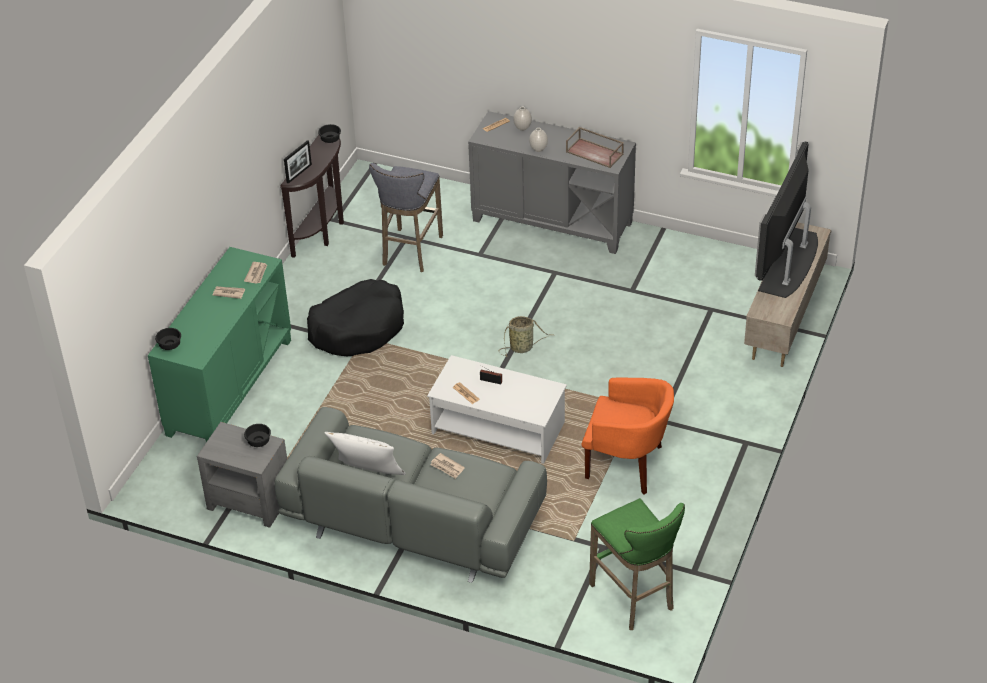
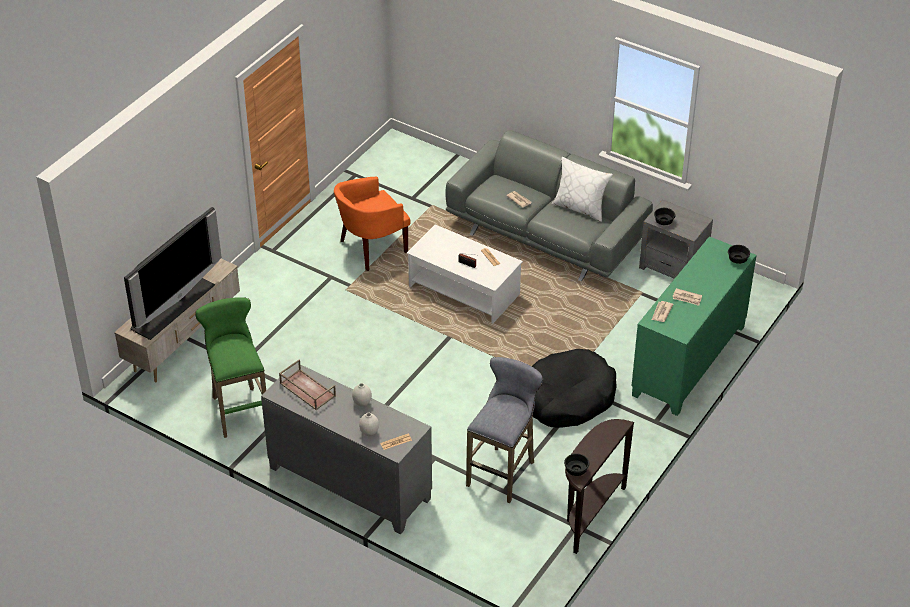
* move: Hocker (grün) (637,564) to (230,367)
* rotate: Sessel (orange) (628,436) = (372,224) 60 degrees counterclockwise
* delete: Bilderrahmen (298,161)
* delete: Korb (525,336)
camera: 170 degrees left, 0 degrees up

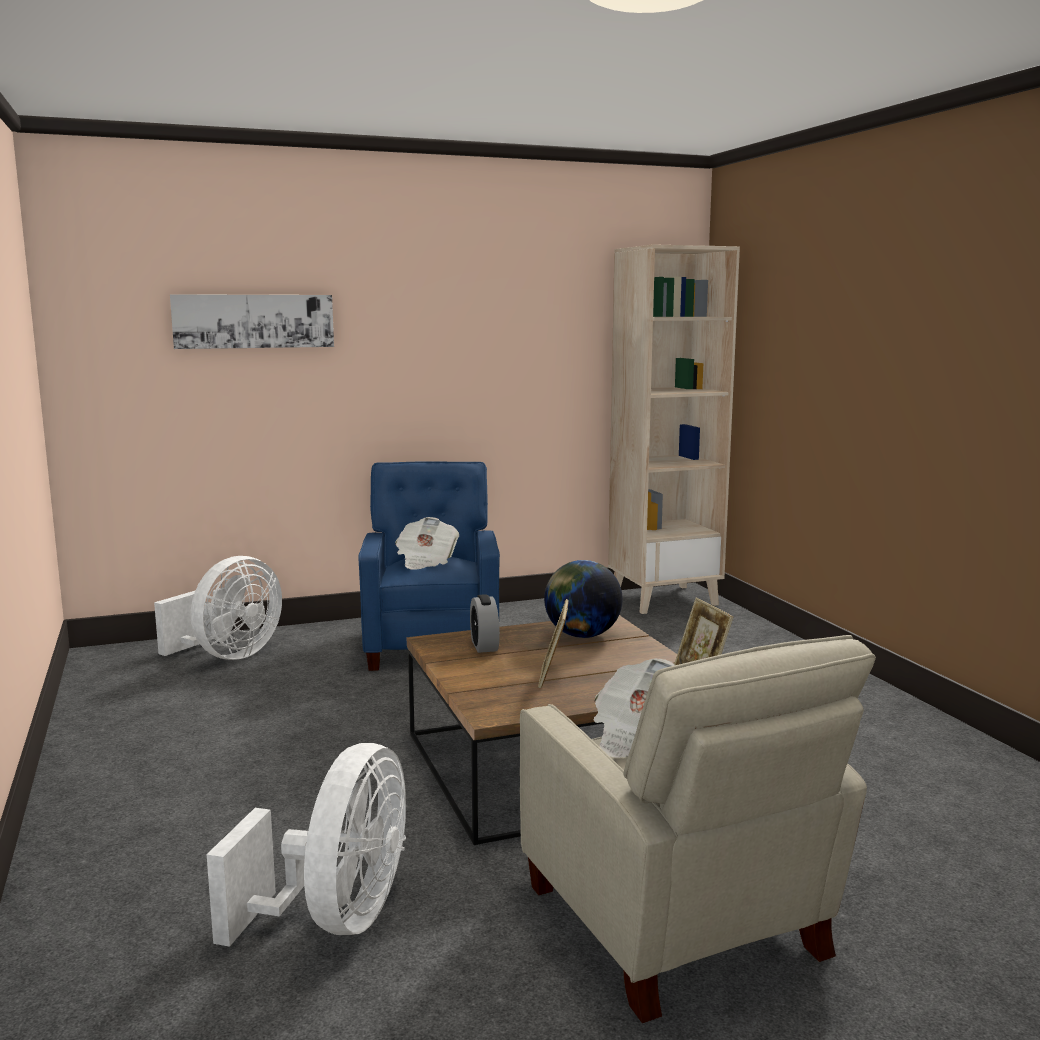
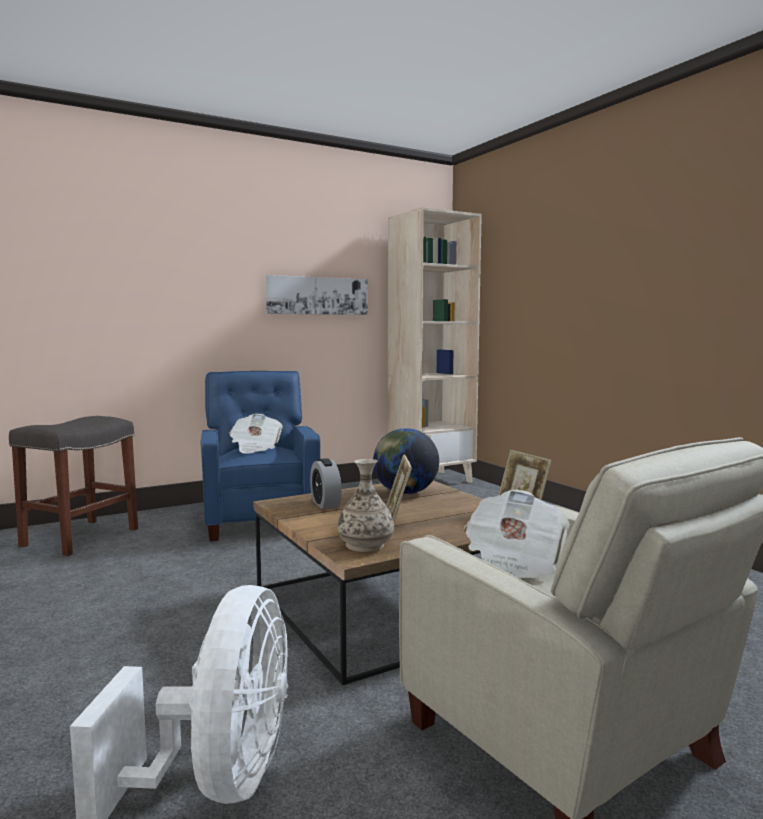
* replace: Ventilator (weiß) (218,608) to Hocker (grau) (73,486)
* move: Bild (252,321) to (316,295)
* insert: Vase (366,505)
camera: 10 degrees left, 5 degrees down

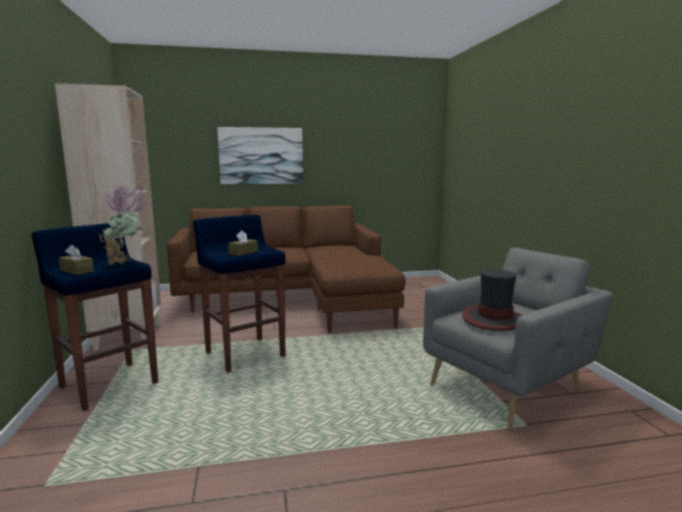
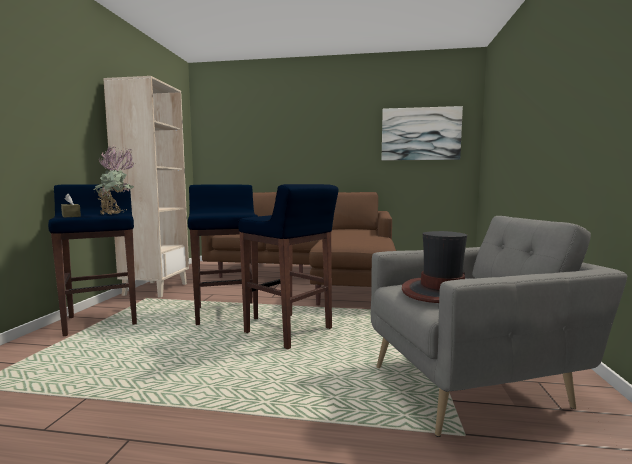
* insert: Hocker (blau) (288,266)
* move: Bild (260,155) to (422,133)
* delete: Taschentuchbox (braun) (243,243)
camera: 20 degrees right, 5 degrees down

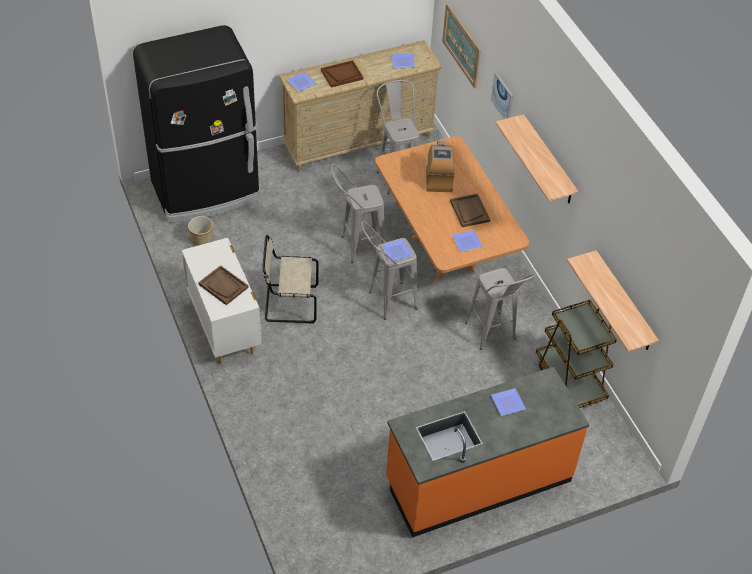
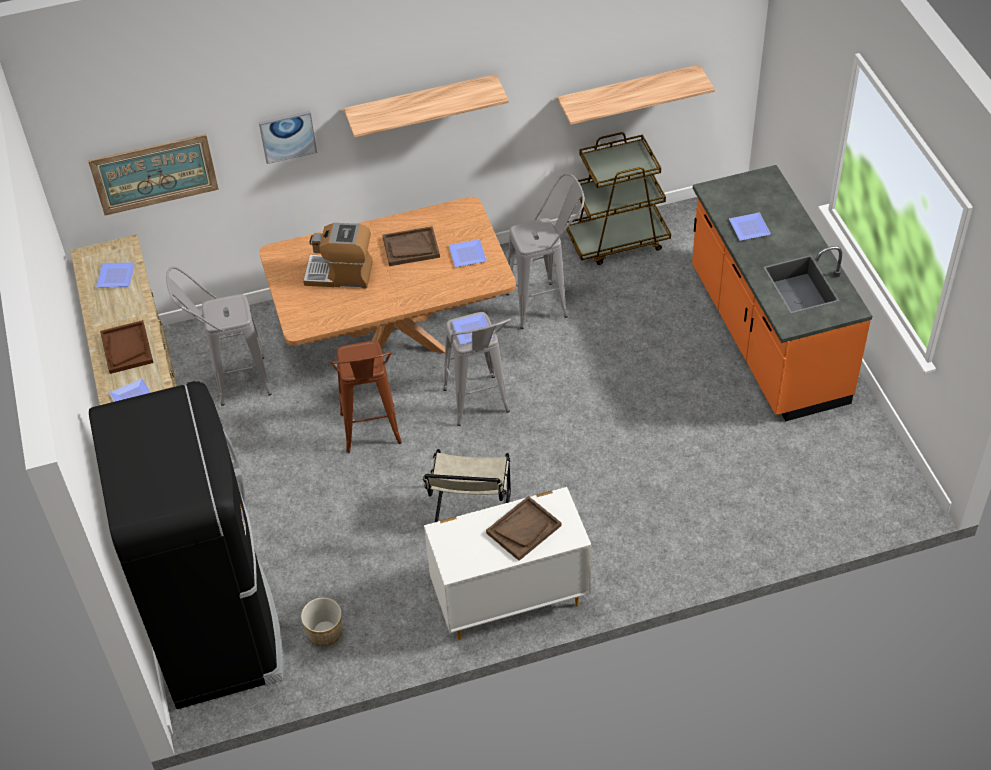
* recolor: Hocker (grau) (358,213) to Hocker (braun) (366,397)
camera: 80 degrees left, 0 degrees up

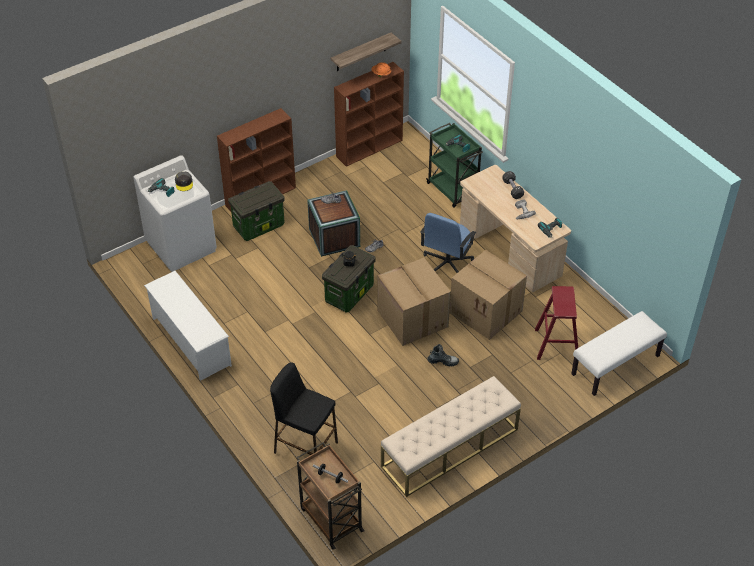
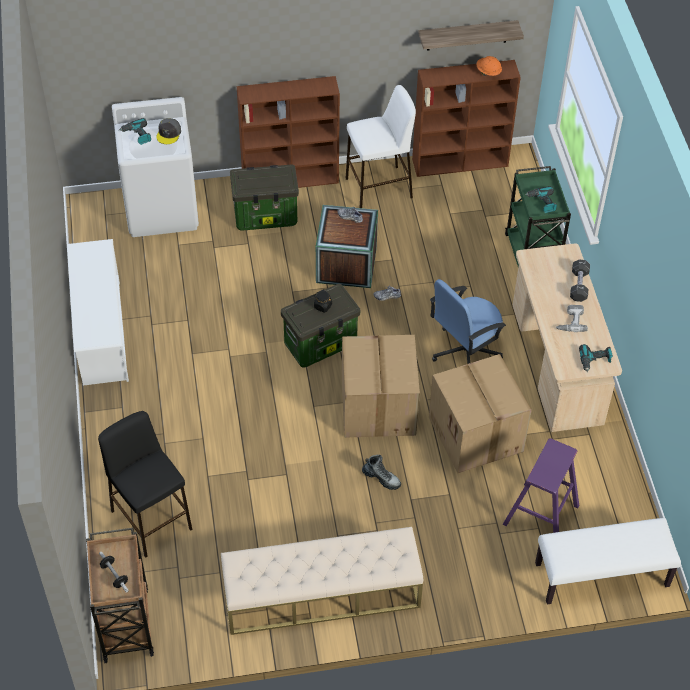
* insert: Hocker (weiß) (381,146)
* recolor: Hocker (rot) (556,323) to Hocker (lila) (541,485)
camera: 25 degrees right, 5 degrees up

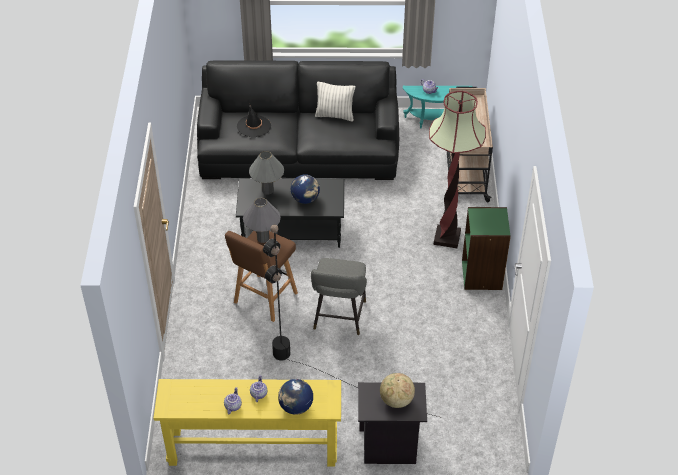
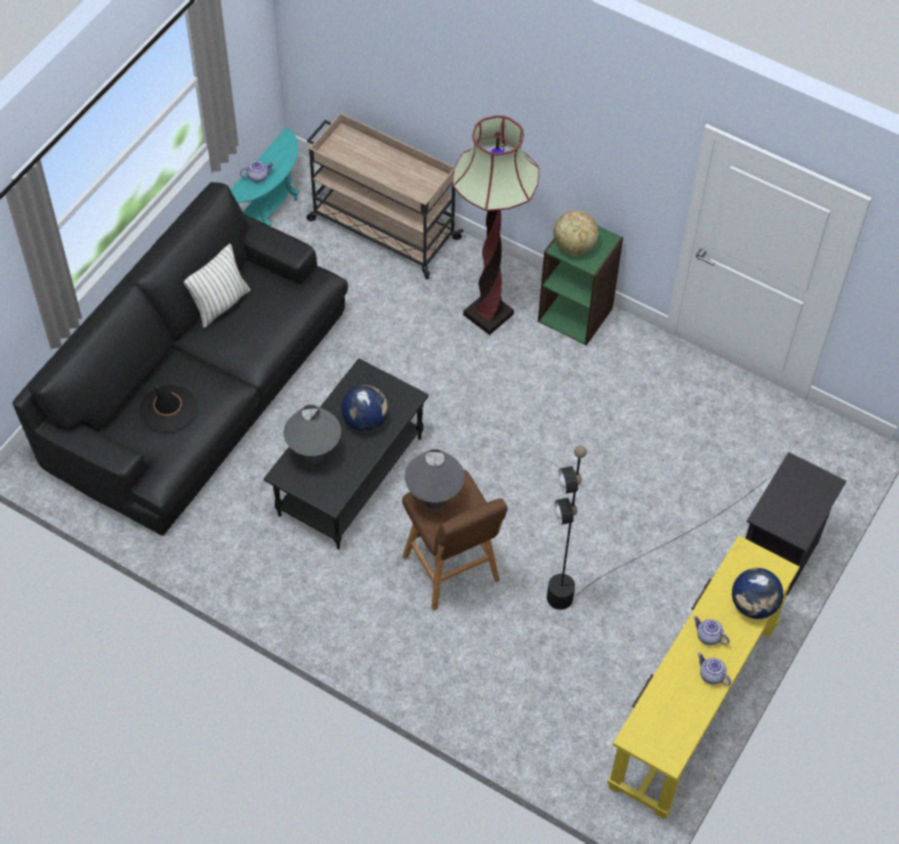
* move: Globus (397,390) to (576,232)
* delete: Hocker (grau) (339,296)
camera: 60 degrees left, 10 degrees up

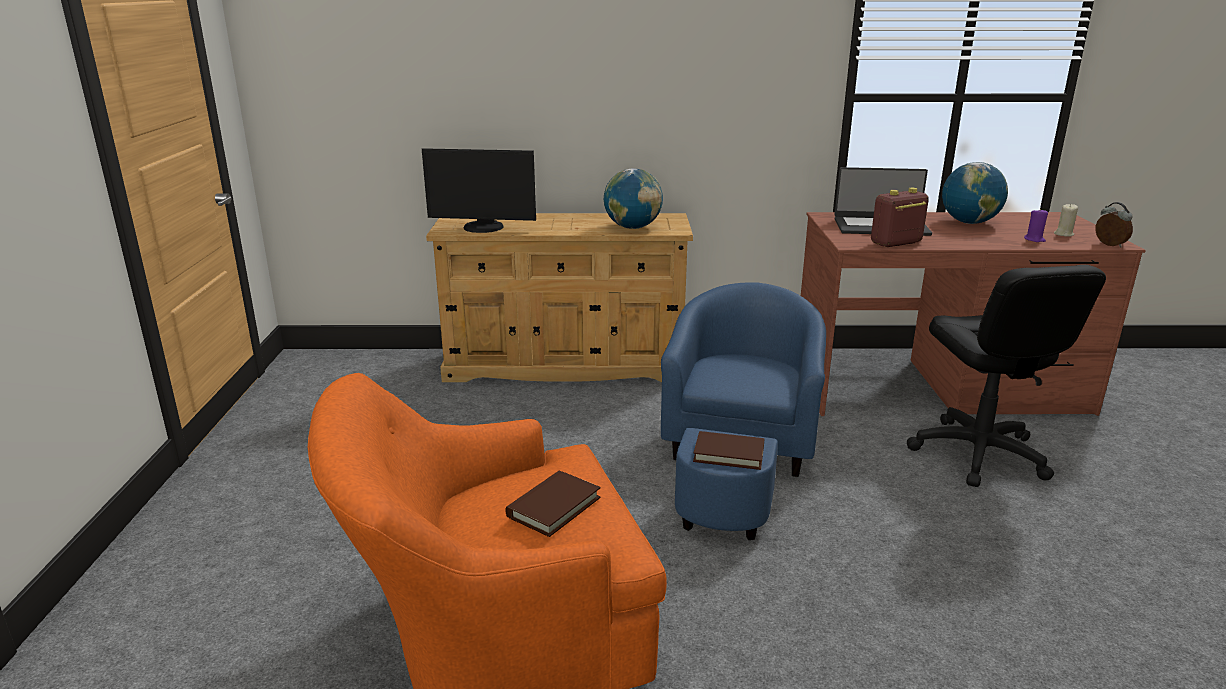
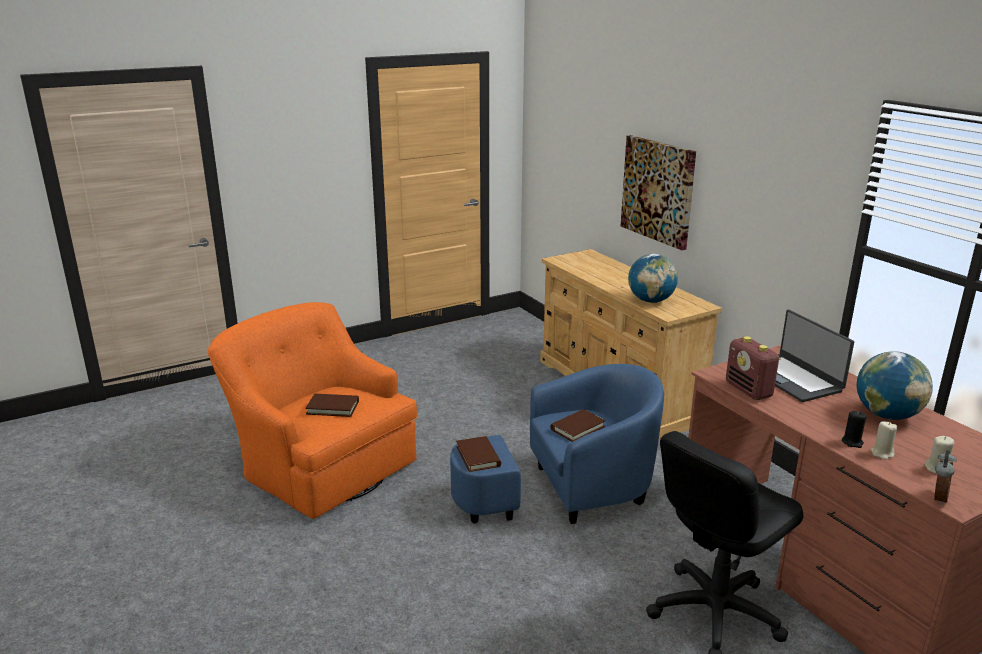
* insert: Buch (braun) (578,425)
* insert: Bild (658,192)
* rotate: Radio (900,217) = (753,368) 150 degrees counterclockwise
* insert: Kerze (schwarz) (854,429)
* recolor: Kerze (lila) (1036,225) to Kerze (beige) (884,440)
* delete: Monitor (479,190)
camera: 60 degrees right, 0 degrees up

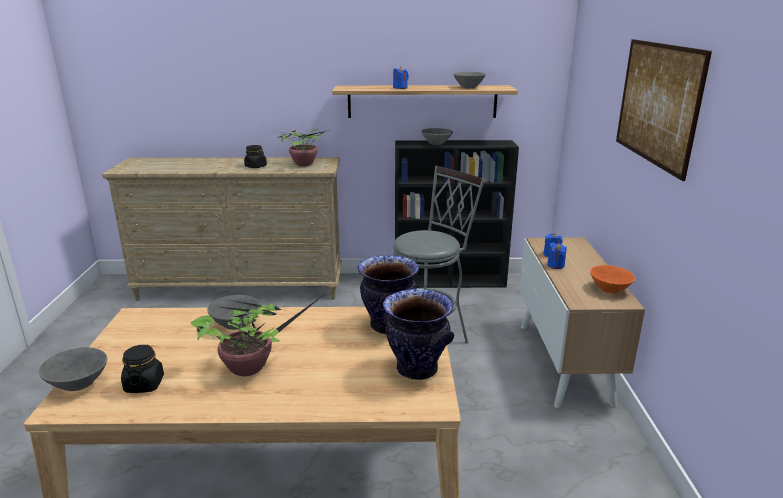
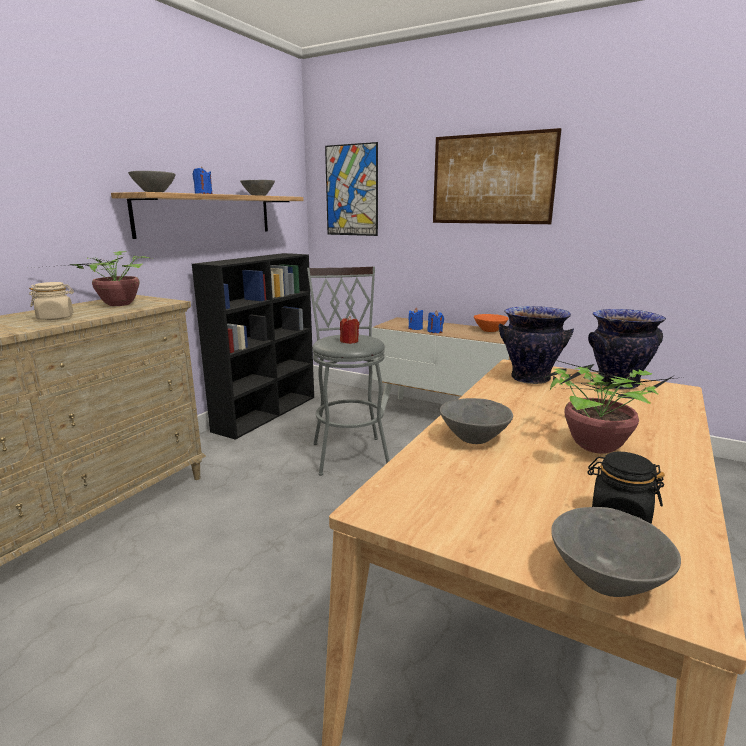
* recolor: Vorratsglas (schwarz) (255,156) to Vorratsglas (beige) (51,301)
* move: Schüssel (grau) (437,136) to (152,181)
* insert: Bild (351,189)
* insert: Kerze (rot) (349,330)
camera: 60 degrees left, 5 degrees down

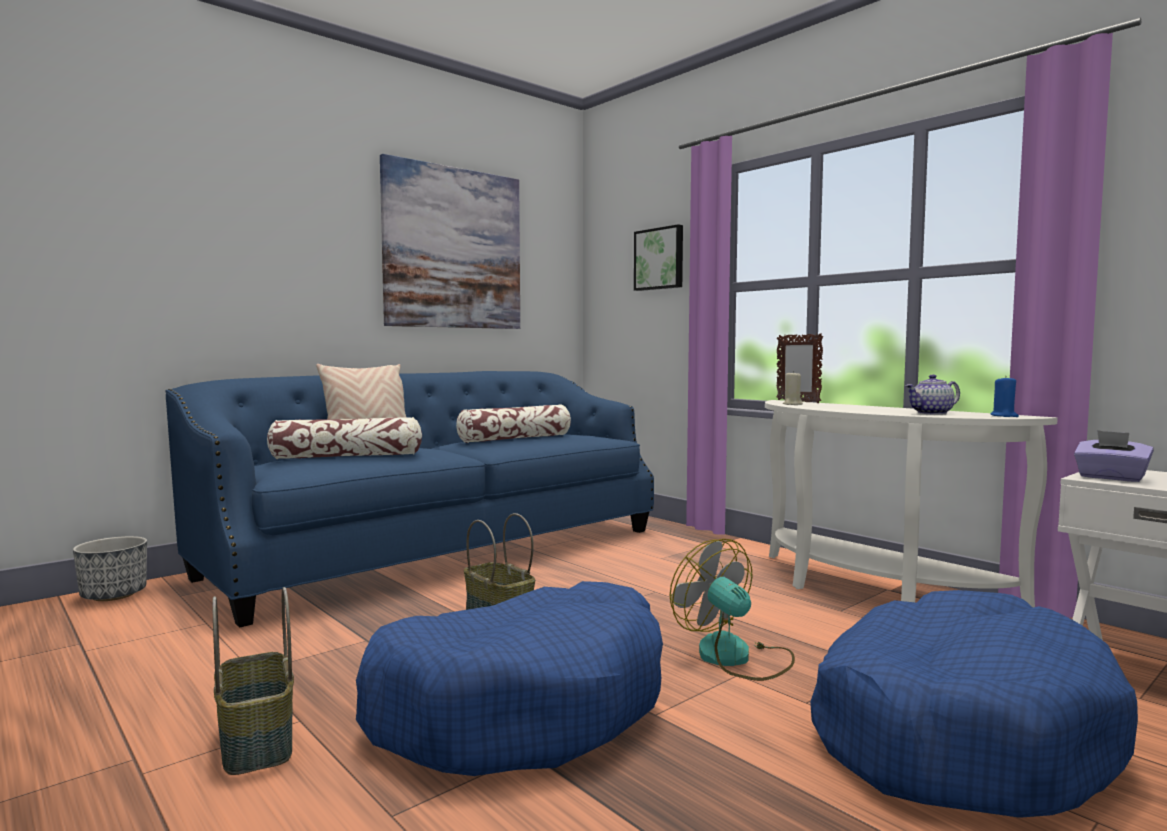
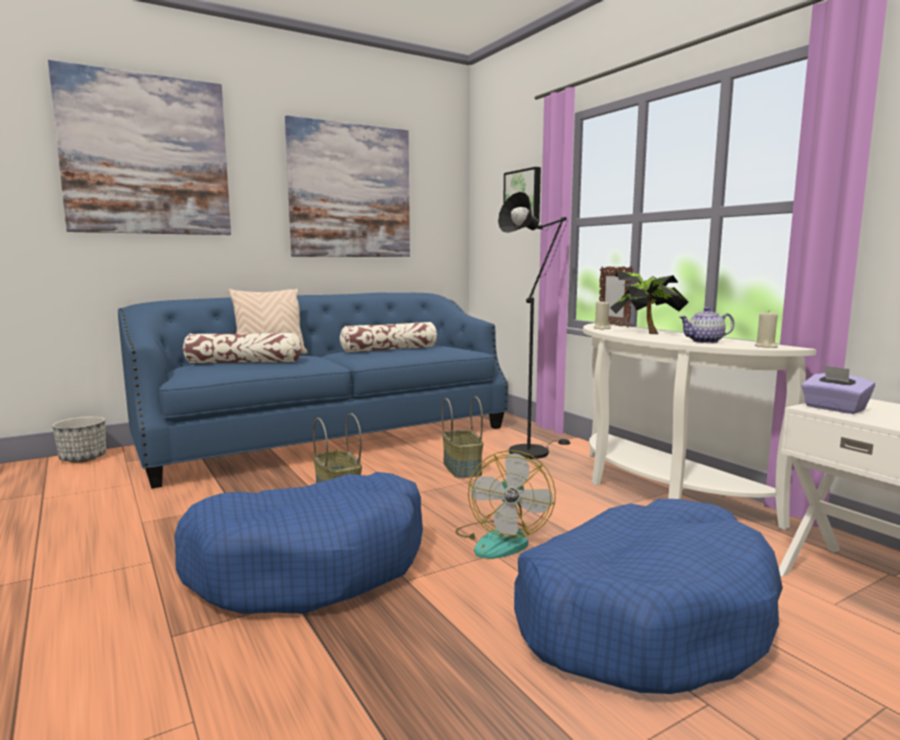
* insert: Bild (139,147)
* move: Korb (253,681) to (462,437)
* rotate: Ventilator (732,610) = (505,504) 150 degrees counterclockwise
* insert: Stehlampe (schwarz) (534,325)
* insert: Topfpflanze (649,302)
* recolor: Kerze (blau) (1005,396) to Kerze (beige) (766,329)
camera: 10 degrees right, 5 degrees up

